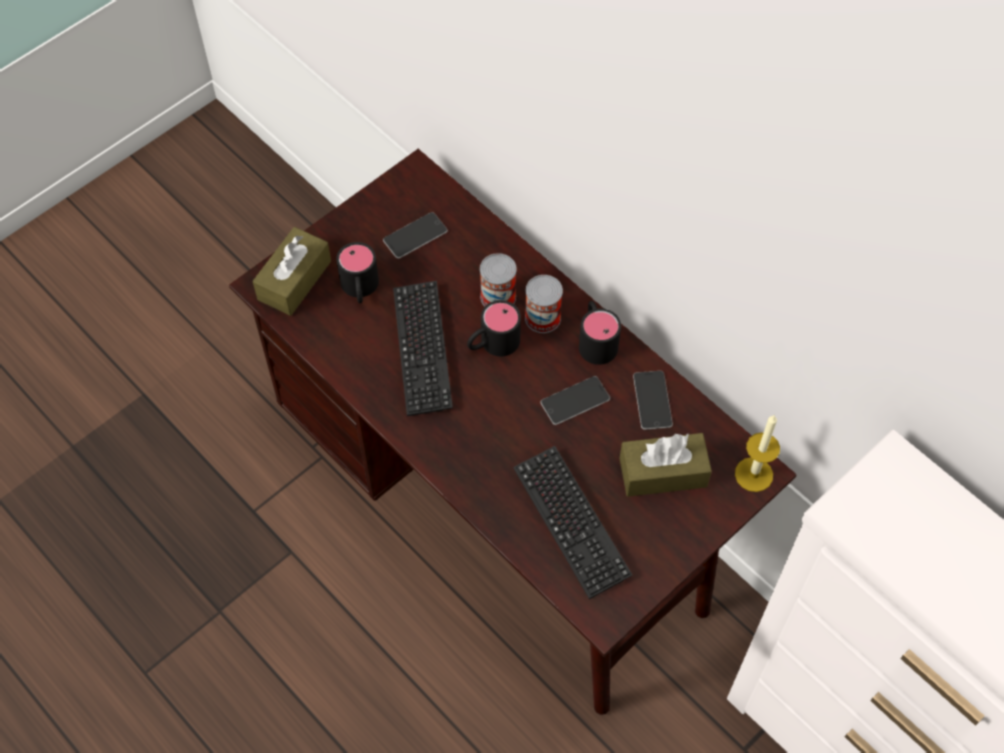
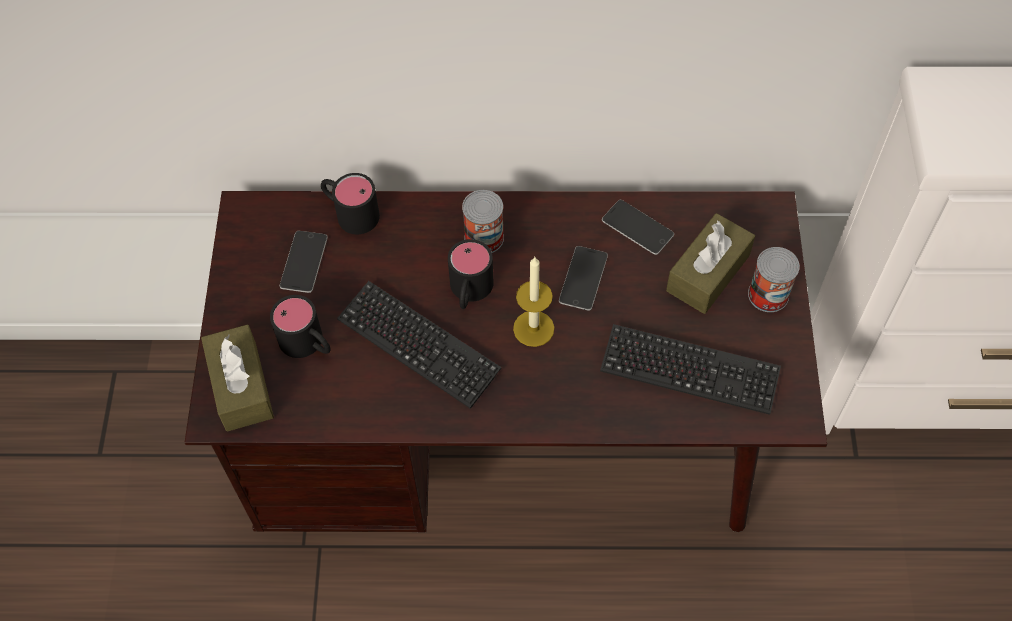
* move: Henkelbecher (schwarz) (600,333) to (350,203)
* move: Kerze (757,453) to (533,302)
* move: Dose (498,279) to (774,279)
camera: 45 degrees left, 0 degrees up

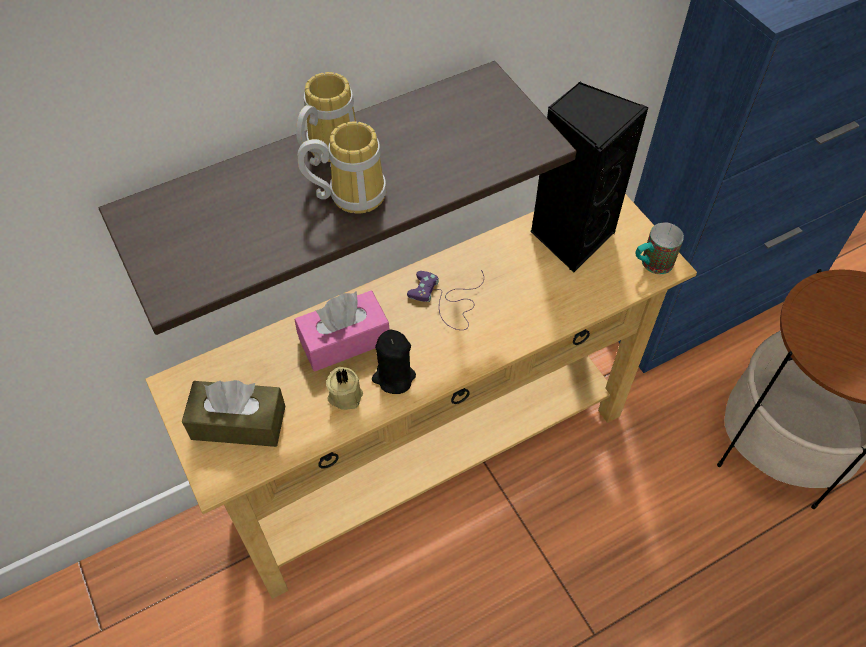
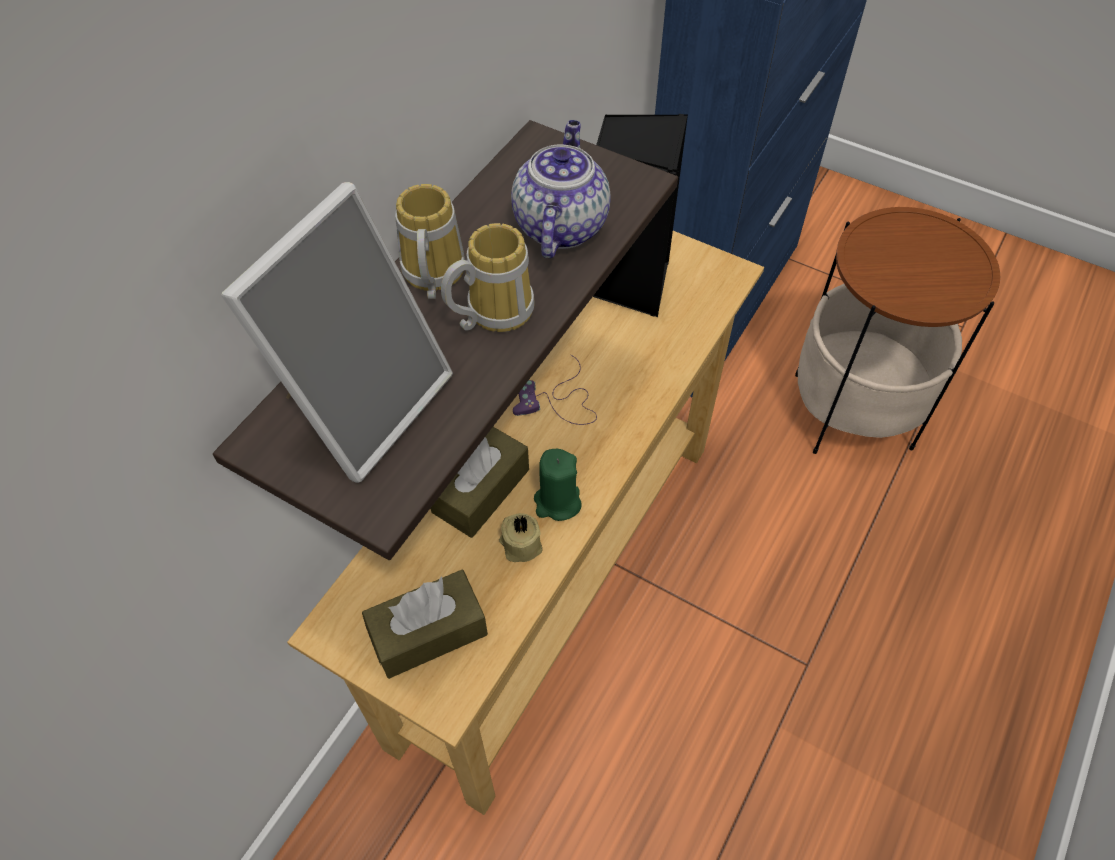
* insert: Bilderrahmen (337,332)
* recolor: Taschentuchbox (rosa) (341,331) to Taschentuchbox (braun) (480,482)
* insert: Teekanne (561,189)
* recolor: Kerze (schwarz) (394,361) to Kerze (grün) (558,485)
* delete: Henkelbecher (659,248)
camera: 30 degrees left, 0 degrees up

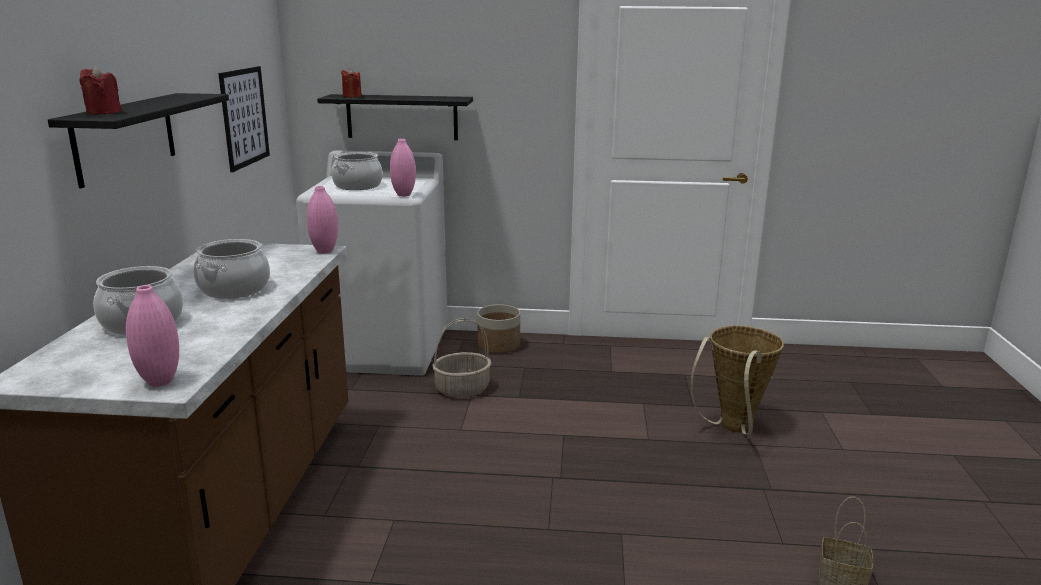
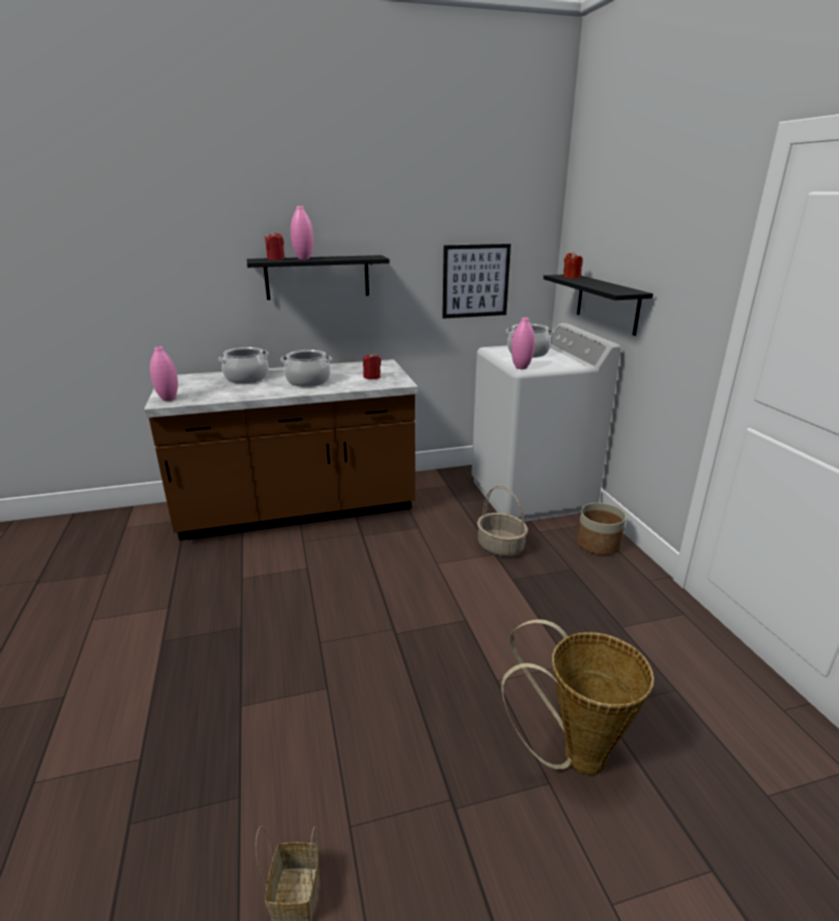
* move: Vase (rosa) (322,219) to (302,233)
* insert: Kerze (rot) (372,366)
camera: 70 degrees right, 5 degrees up

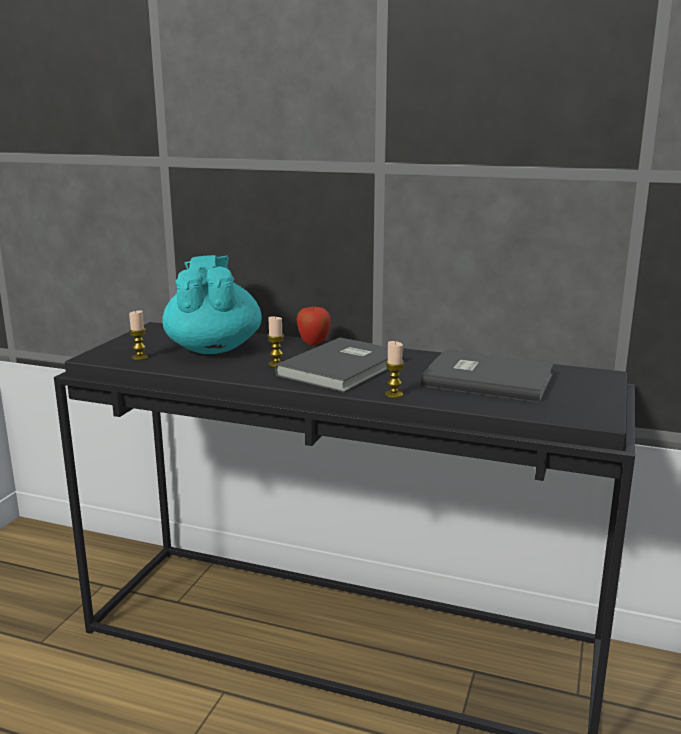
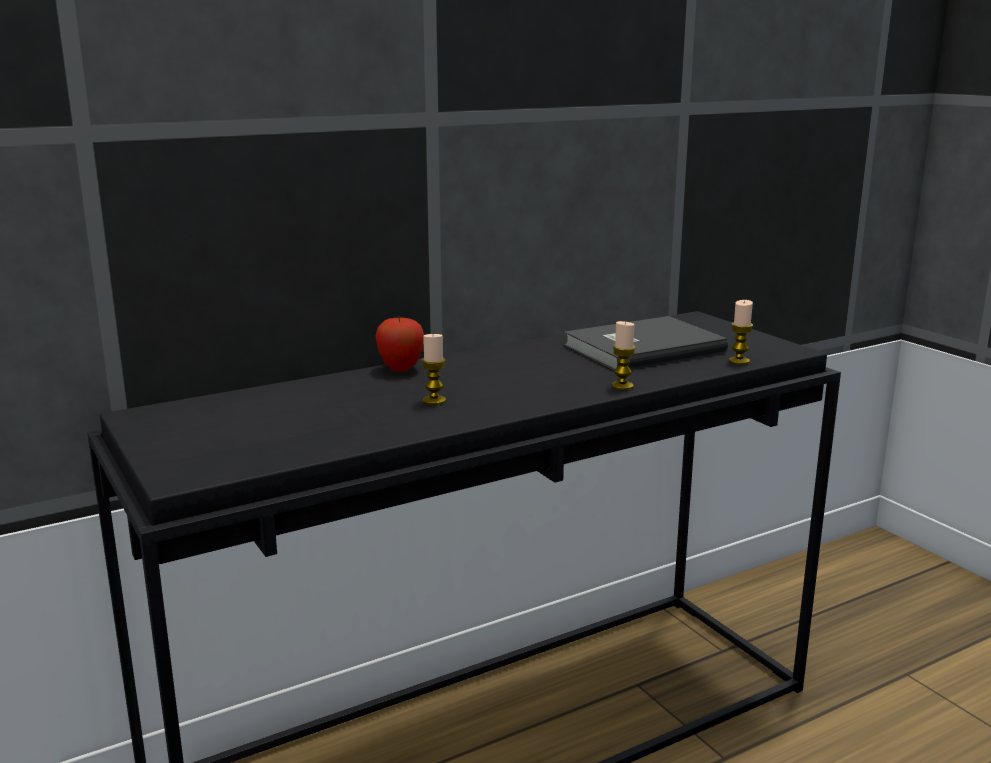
* move: Kerze (138,335) to (741,332)
* delete: Teekanne (türkis) (212,304)
* delete: Buch (grau) (339,365)
camera: 50 degrees left, 0 degrees up

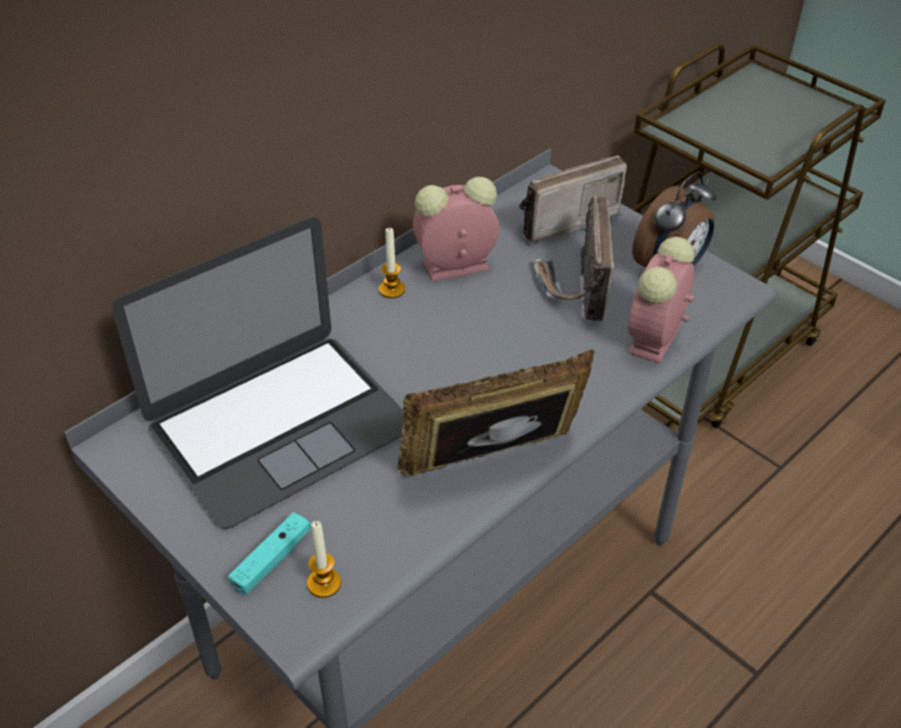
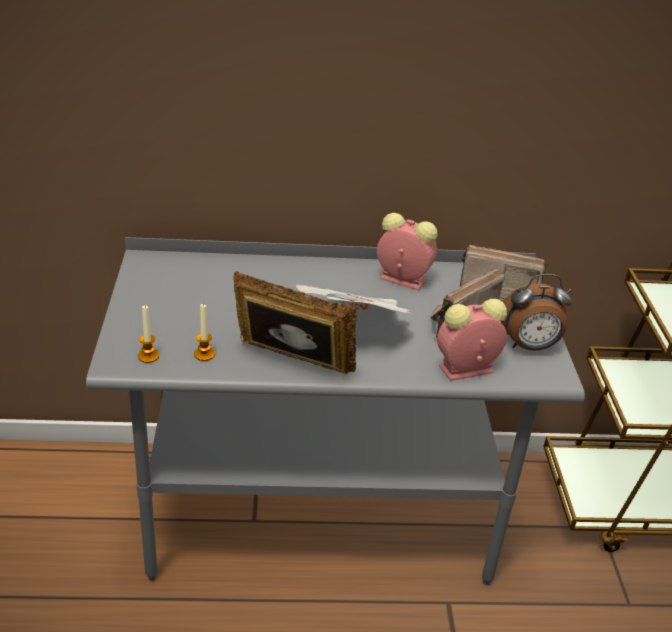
* move: Kerze (392,262) to (204,332)
* insert: Zeitung (354,299)
* delete: Laptop (257,373)
* delete: Gamepad (türkis) (269,553)
camera: 40 degrees right, 10 degrees down

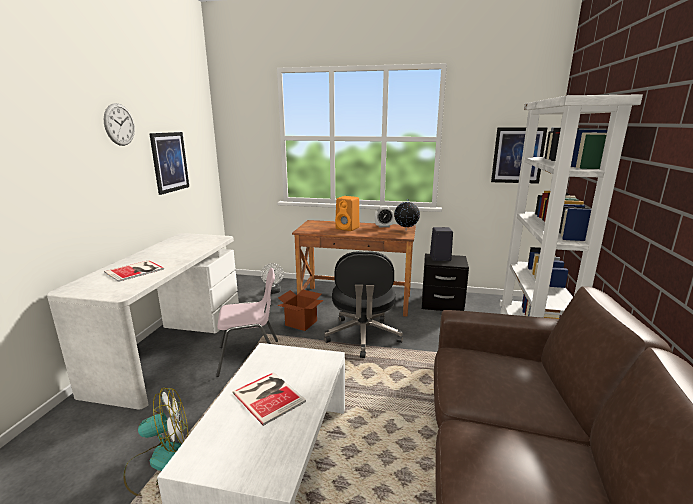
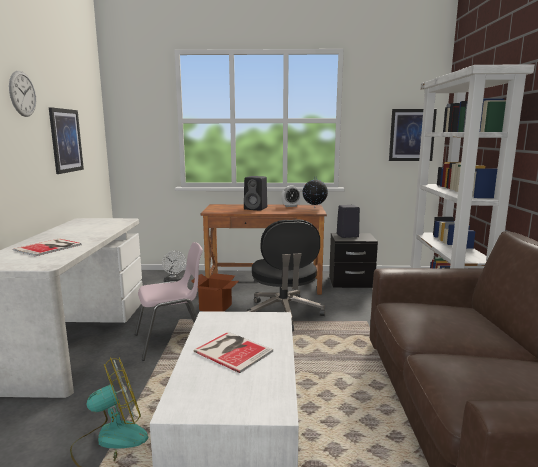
* recolor: Lautsprecher (orange) (347,213) to Lautsprecher (schwarz) (255,193)
camera: 10 degrees left, 5 degrees down

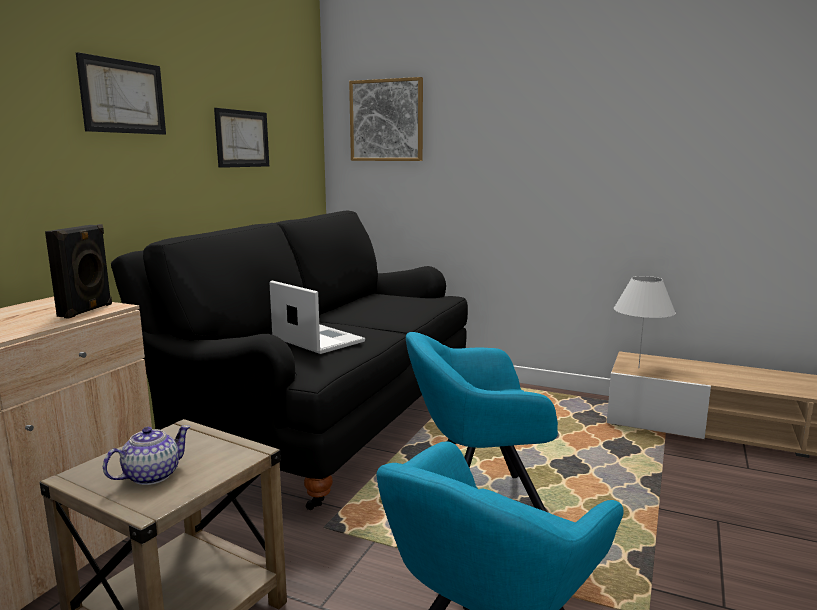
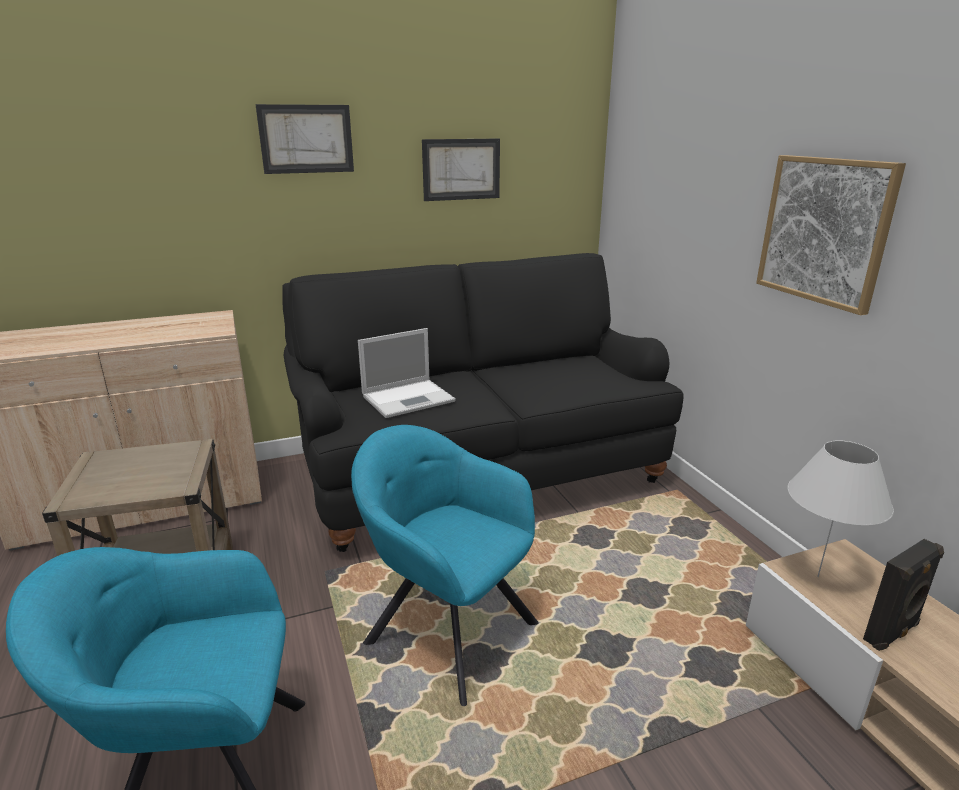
* rotate: Laptop (317,317) = (407,373) 60 degrees clockwise
* move: Bild (386,119) to (831,235)
* move: Lautsprecher (schwarz) (78,271) to (903,595)
* delete: Teekanne (147,455)
camera: 45 degrees right, 10 degrees up

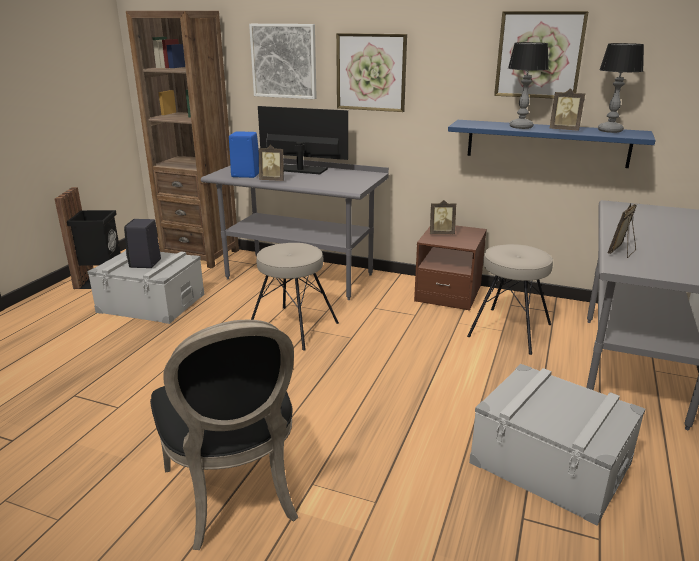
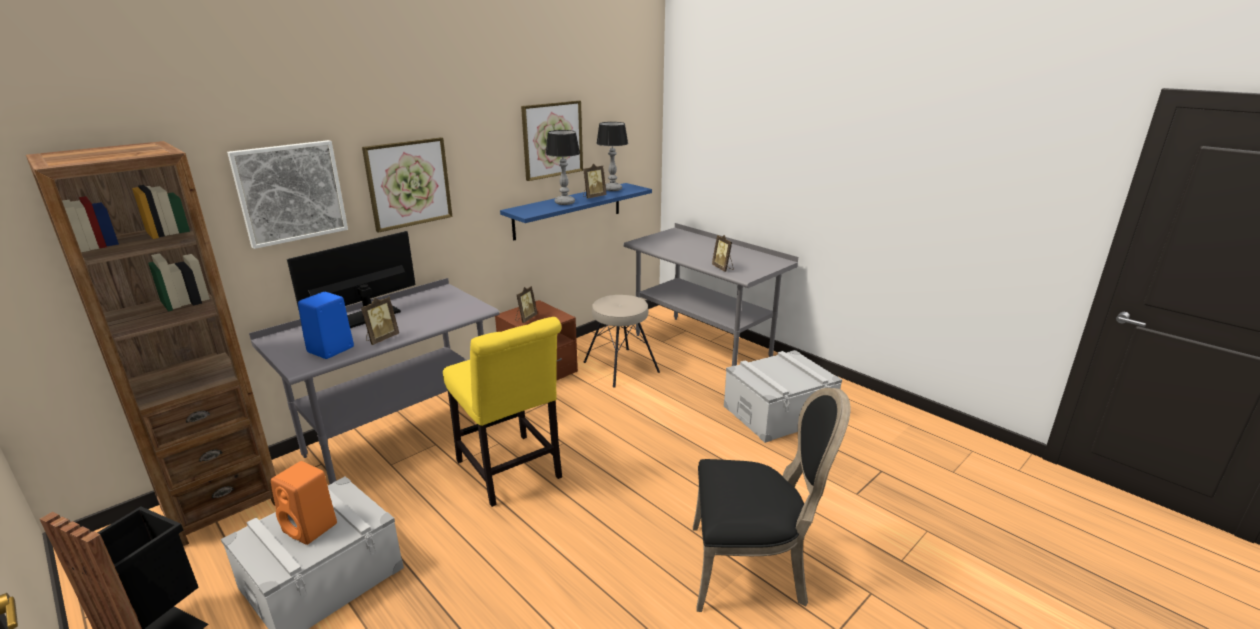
* recolor: Lautsprecher (schwarz) (142,243) to Lautsprecher (orange) (304,503)
* replace: Hocker (beige) (295,296) to Stuhl (gelb) (502,412)
camera: 65 degrees left, 0 degrees up

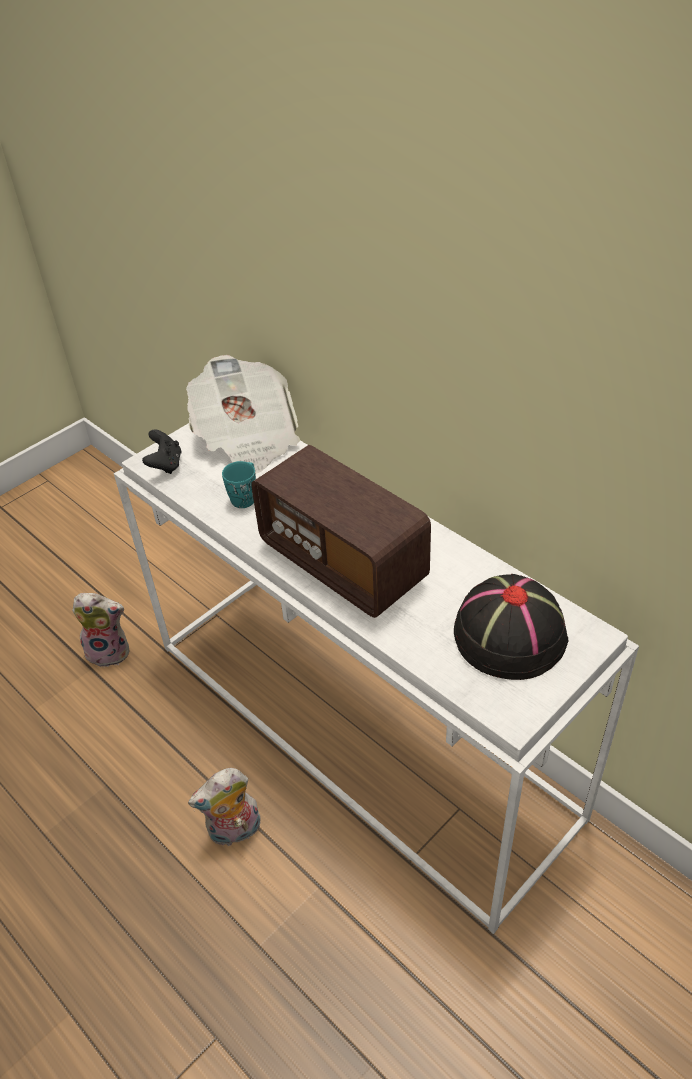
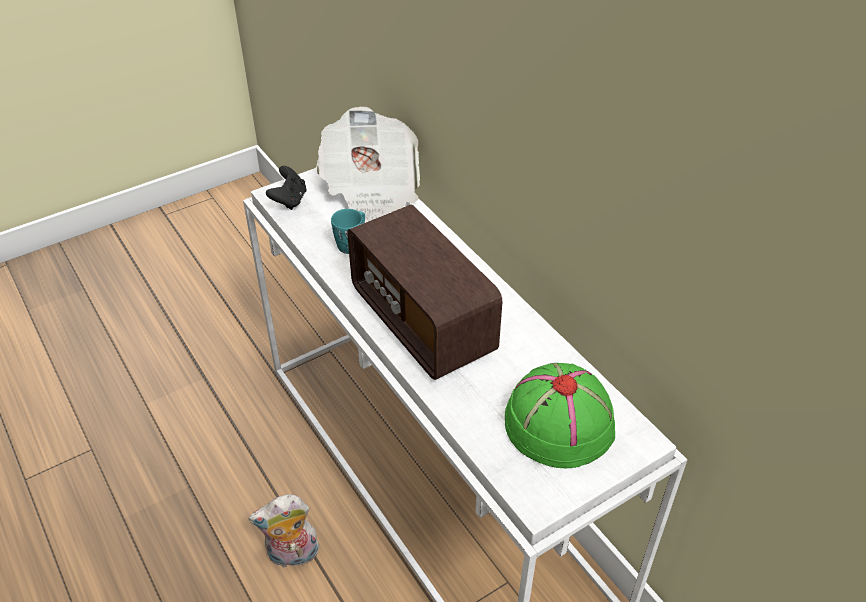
* recolor: Hut (schwarz) (511,627) to Hut (grün) (560,415)
* delete: Plüschtier (101,630)
camera: 10 degrees right, 0 degrees up

